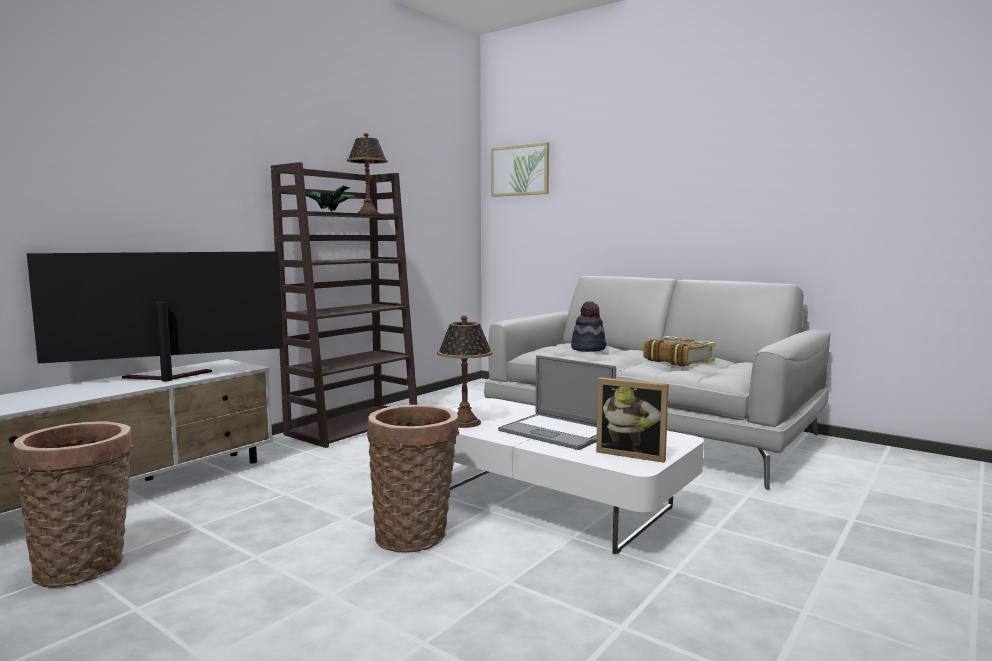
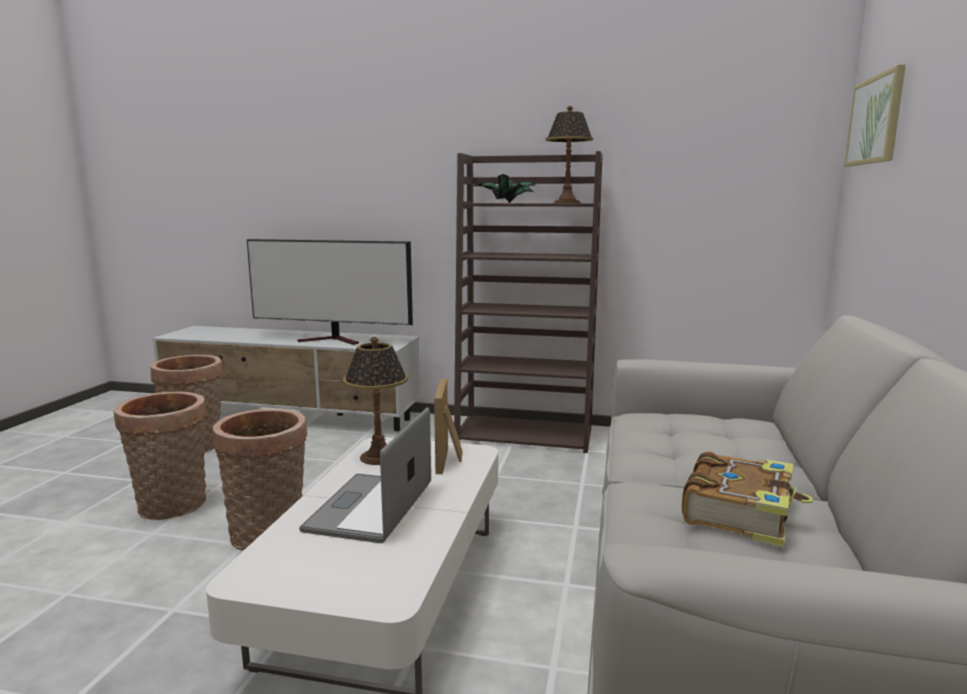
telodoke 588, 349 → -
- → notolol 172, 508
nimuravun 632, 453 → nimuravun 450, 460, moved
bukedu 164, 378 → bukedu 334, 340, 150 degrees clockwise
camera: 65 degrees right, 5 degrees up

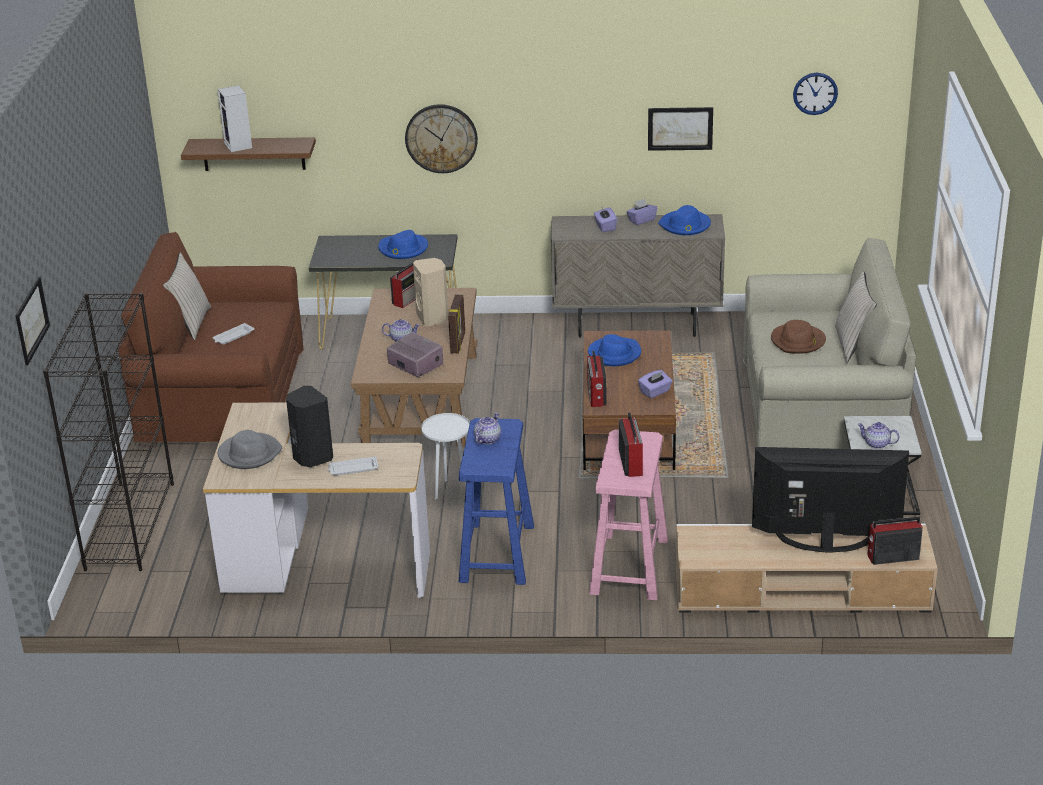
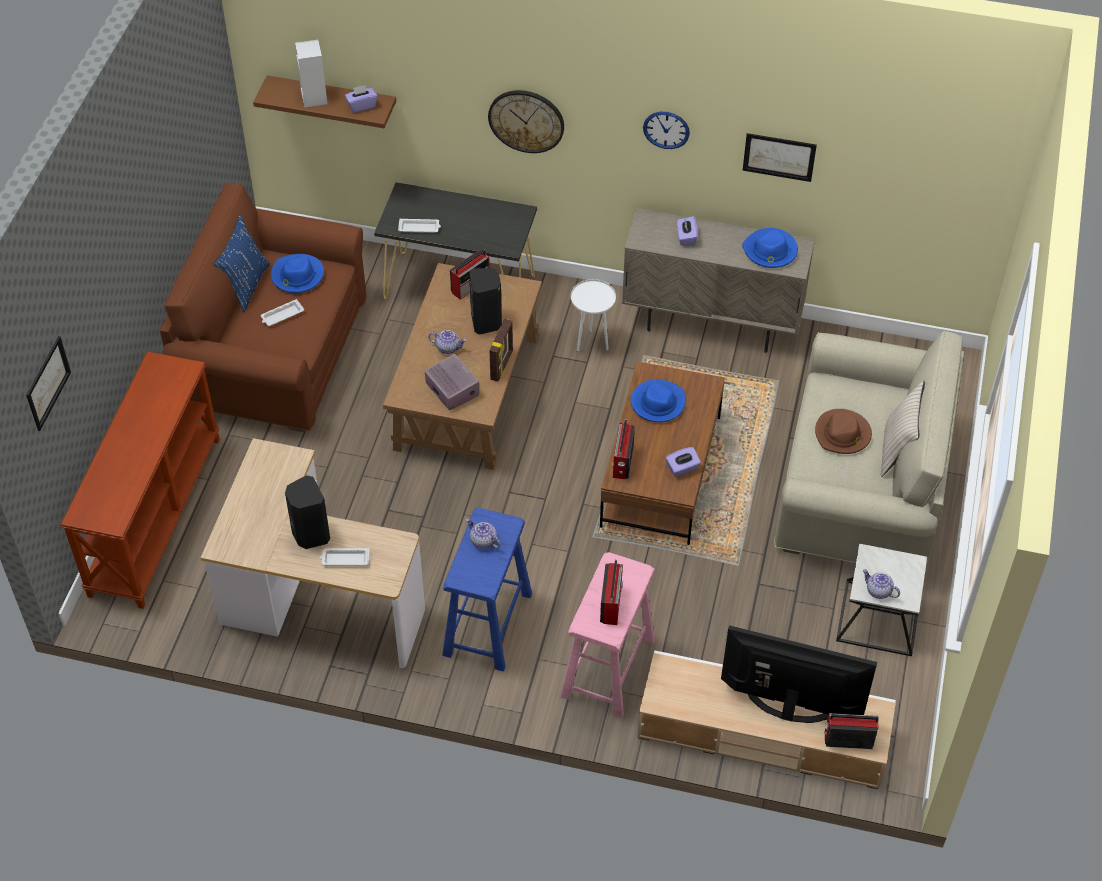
grey_telodoke 249, 453 → -
- → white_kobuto 419, 228
blue_telodoke 403, 249 → blue_telodoke 297, 276, moved
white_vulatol 450, 491 → white_vulatol 592, 344, moved
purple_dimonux 641, 220 → purple_dimonux 361, 105, moved
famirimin 815, 93 → famirimin 666, 129, moved
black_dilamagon 130, 525 → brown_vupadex 154, 515
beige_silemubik 191, 323 → blue_silemubik 246, 285
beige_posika 433, 318 → black_posika 486, 322
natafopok 487, 439 → natafopok 483, 541, 90 degrees counterclockwise
camera: 10 degrees right, 20 degrees up

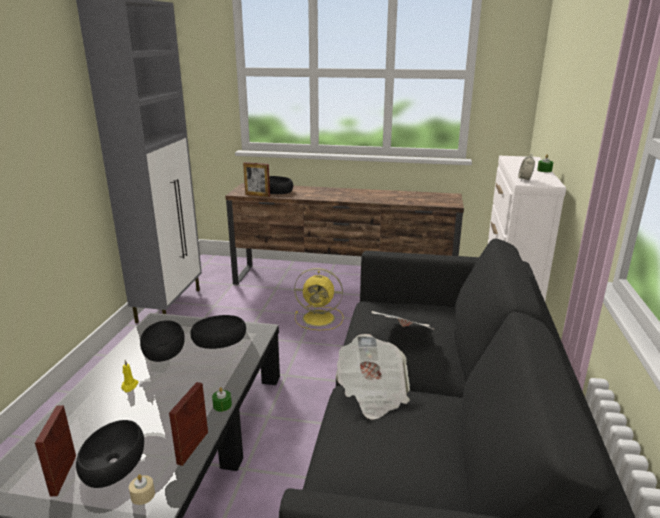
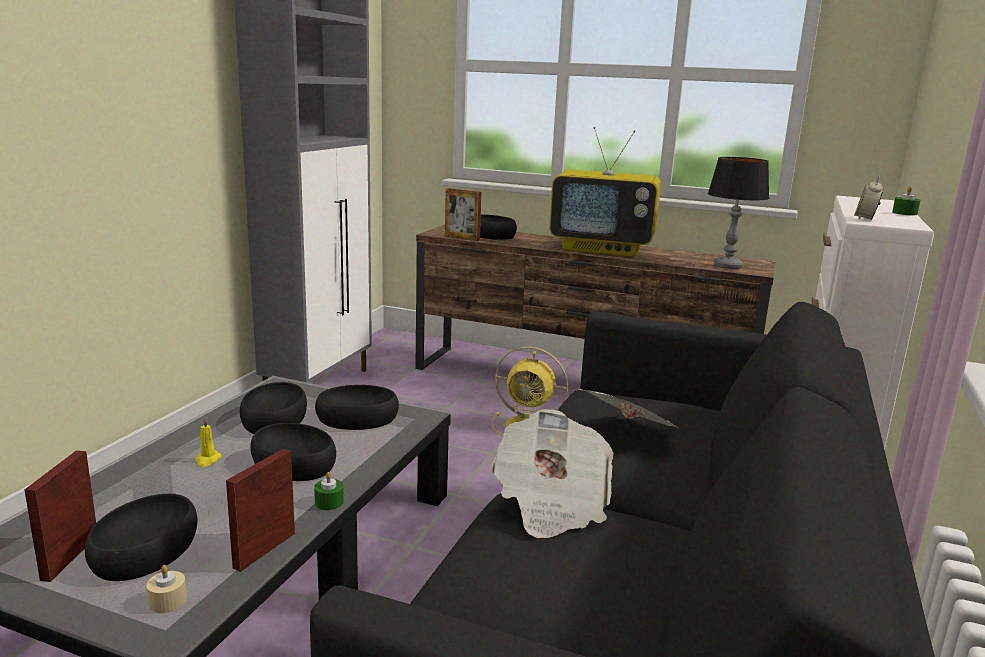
- → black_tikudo 295, 463
- → bukedu 603, 249
- → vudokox 728, 266
camera: 10 degrees right, 5 degrees down

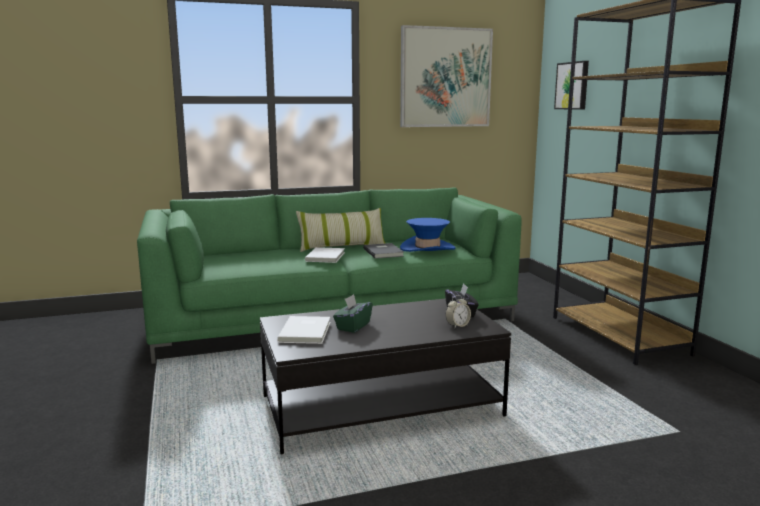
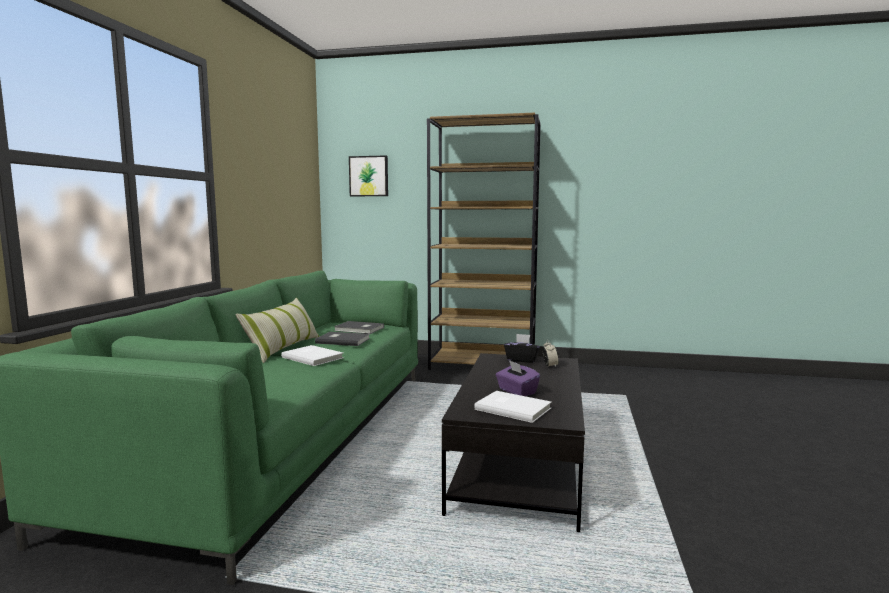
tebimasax 445, 77 → -
blue_telodoke 427, 248 → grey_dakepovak 359, 329
green_dimonux 353, 326 → purple_dimonux 516, 391
camera: 60 degrees left, 5 degrees down

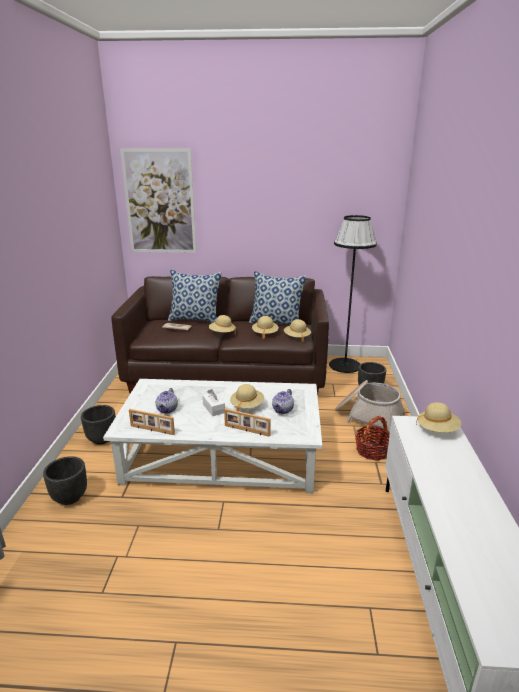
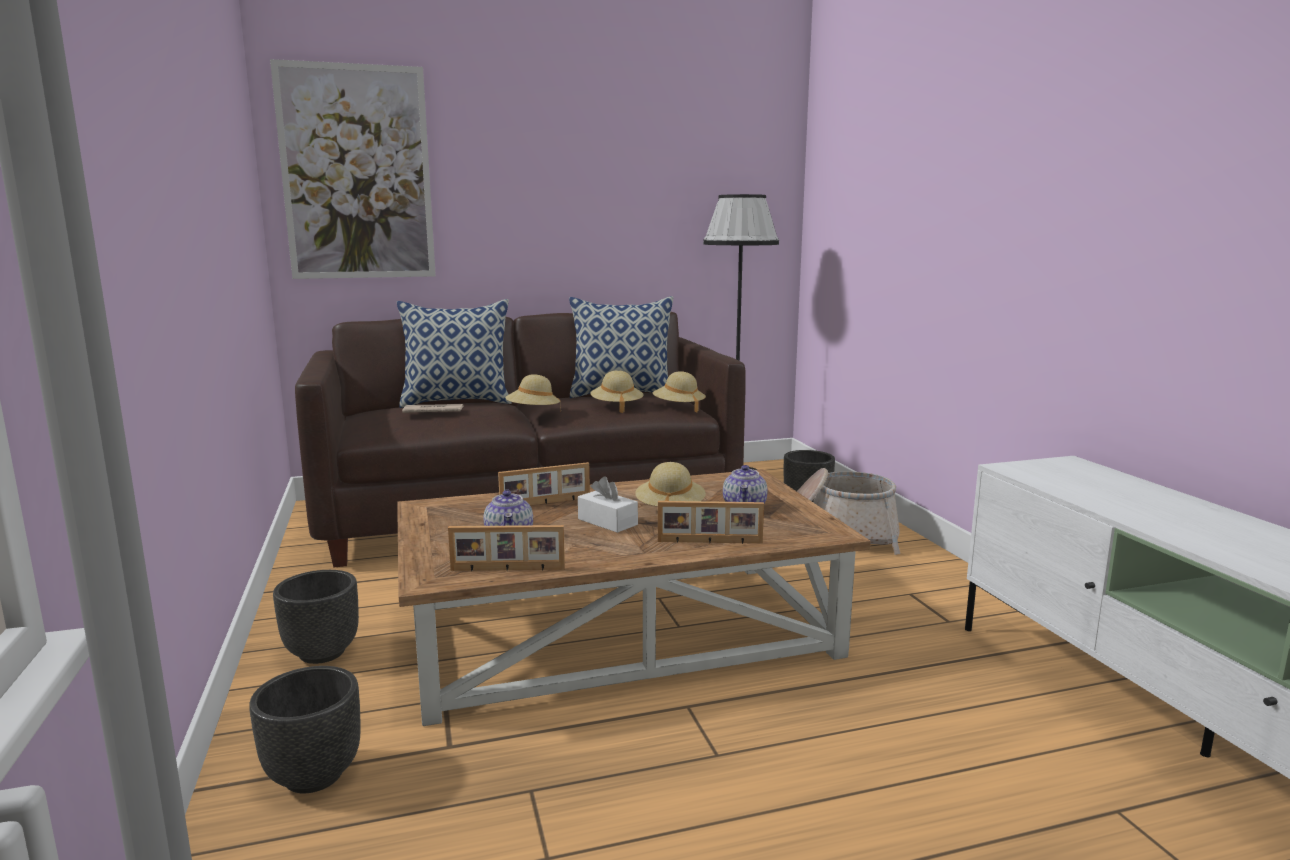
notolol 372, 451 → -
beige_telodoke 437, 429 → -
- → nimuravun 546, 503
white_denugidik 223, 454 → brown_denugidik 621, 631
camera: 20 degrees left, 10 degrees down

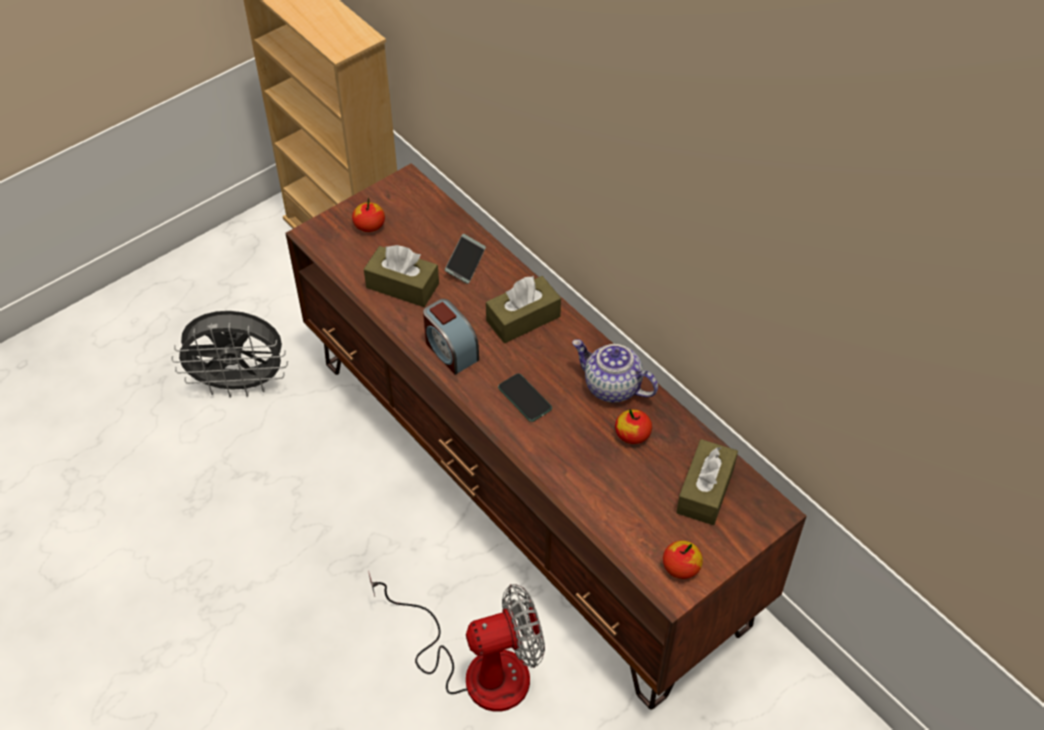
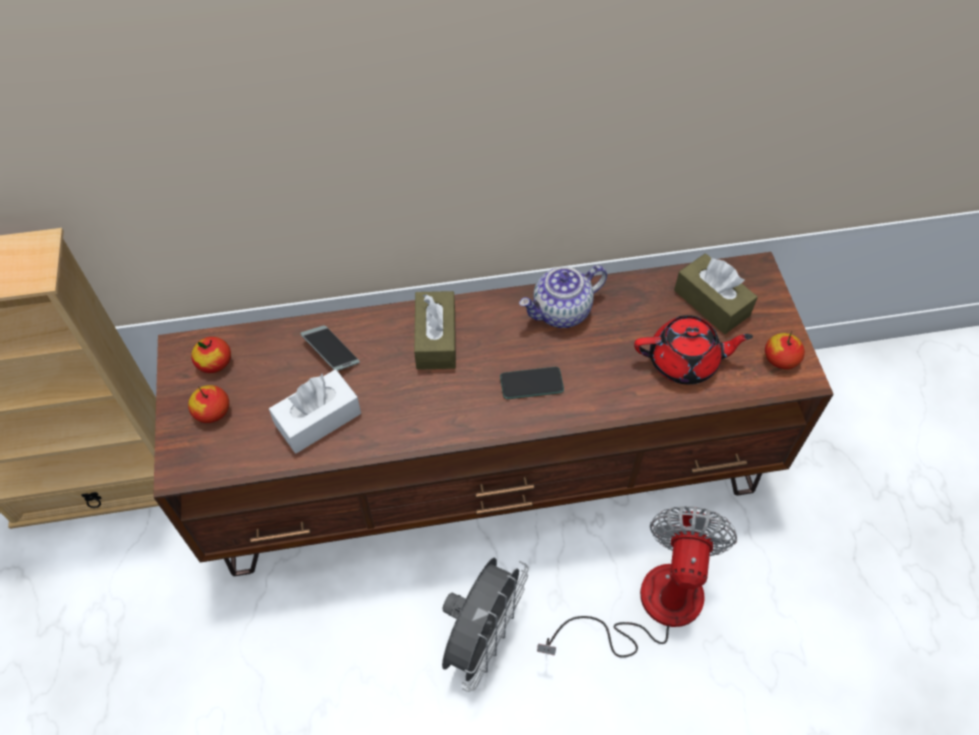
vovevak 450, 350 → -
- → red_natafopok 684, 361
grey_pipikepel 240, 384 → grey_pipikepel 481, 637, moved
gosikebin 632, 434 → gosikebin 214, 362, moved
brown_dimonux 402, 285 → white_dimonux 318, 419
camera: 60 degrees left, 5 degrees up

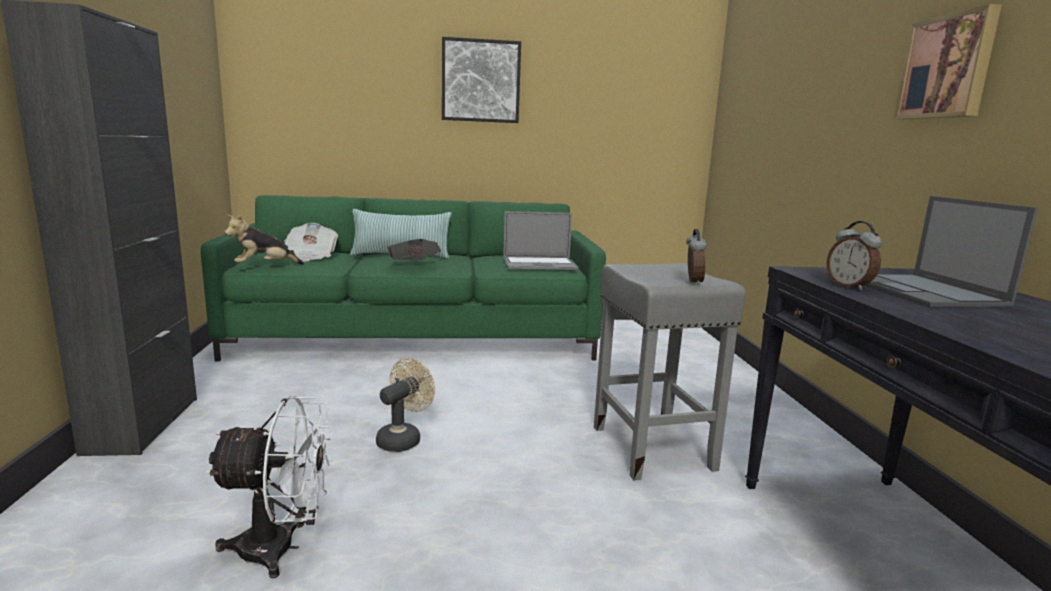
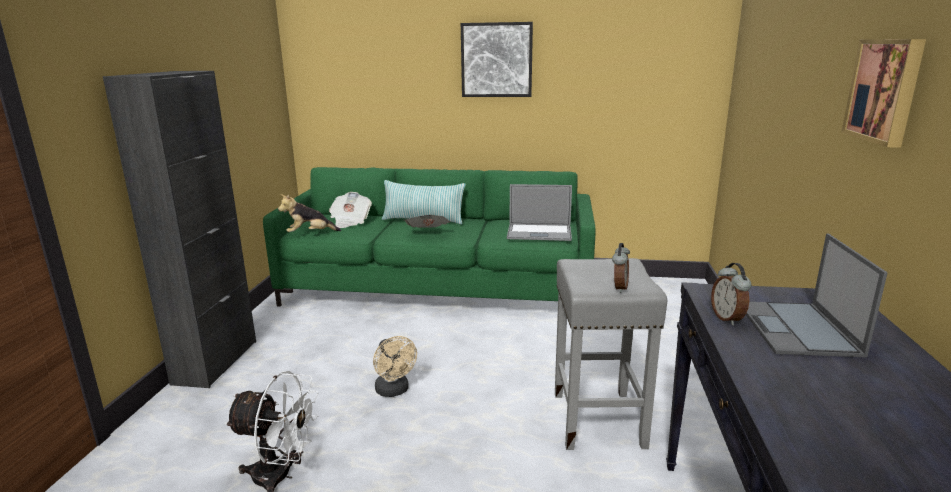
beige_pipikepel 403, 439 → beige_pipikepel 394, 391, 105 degrees clockwise
camera: 15 degrees right, 5 degrees up

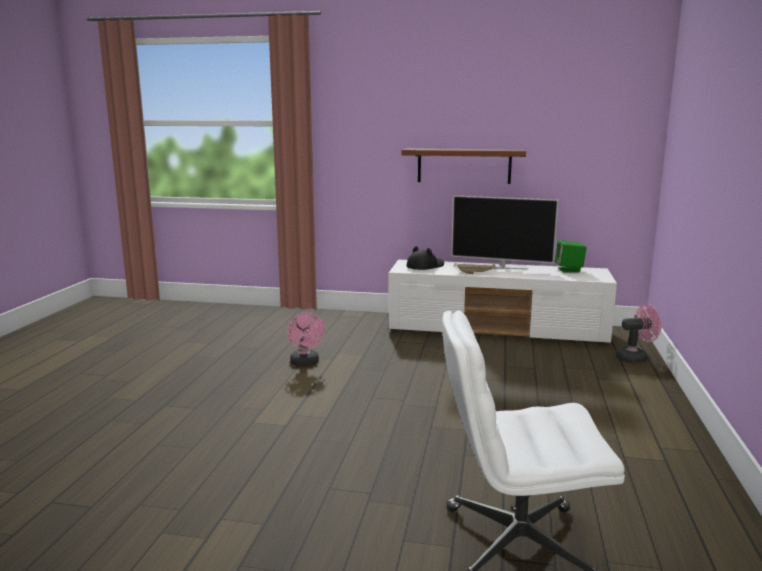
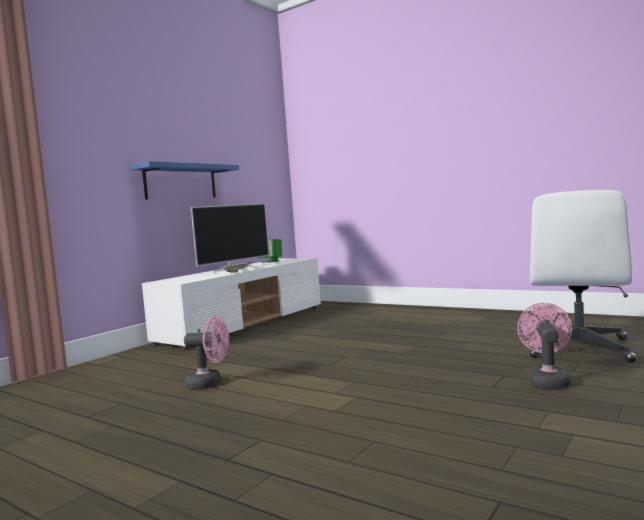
black_telodoke 425, 266 → -
pink_pipikepel 635, 358 → pink_pipikepel 547, 380, moved
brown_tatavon 464, 166 → blue_tatavon 180, 182
camera: 65 degrees left, 10 degrees down

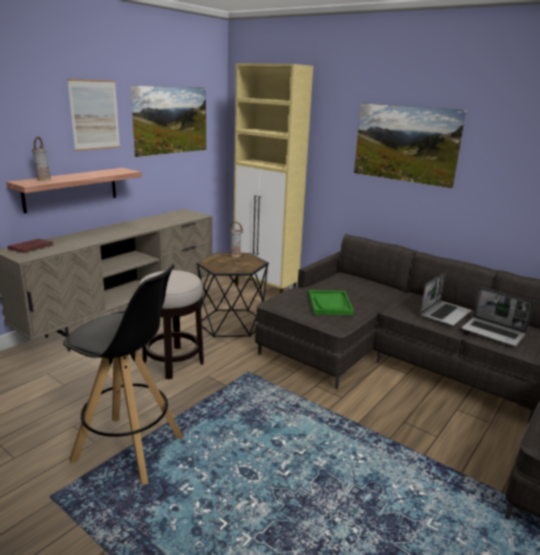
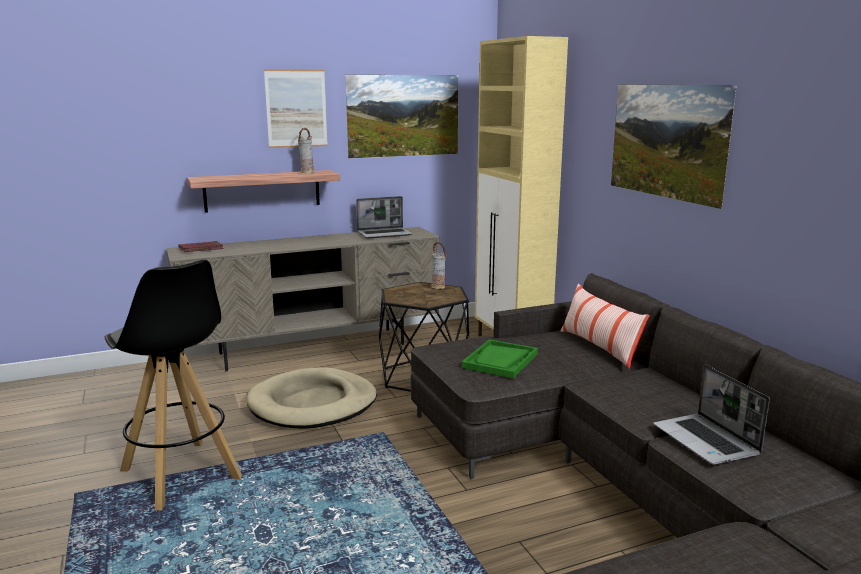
- → silemubik 599, 348
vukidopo 43, 180 → vukidopo 307, 172, moved
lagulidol 444, 314 → lagulidol 385, 234, moved
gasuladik 173, 362 → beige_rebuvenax 313, 404
camera: 30 degrees right, 5 degrees down

